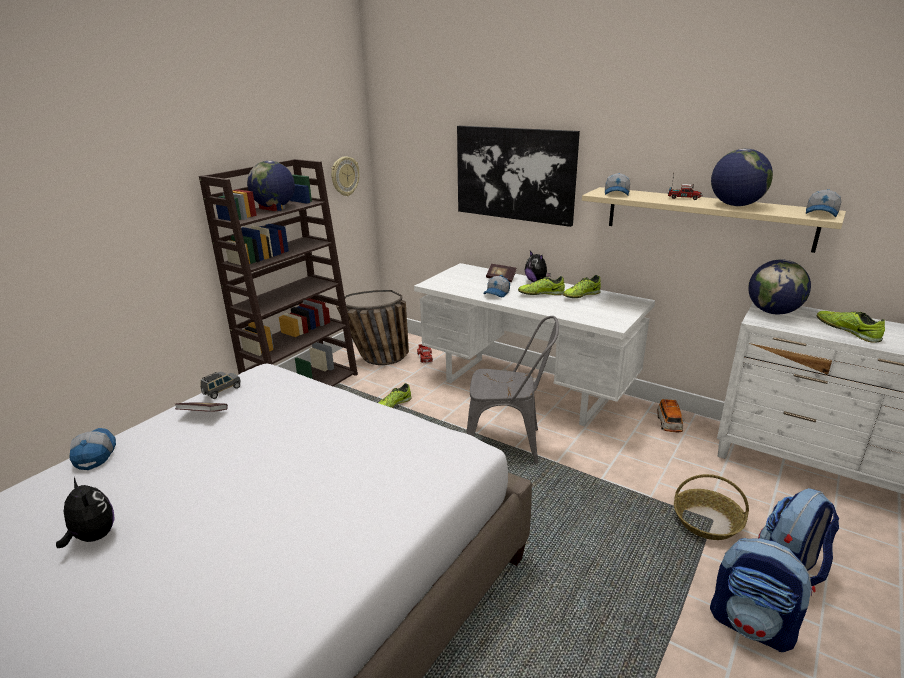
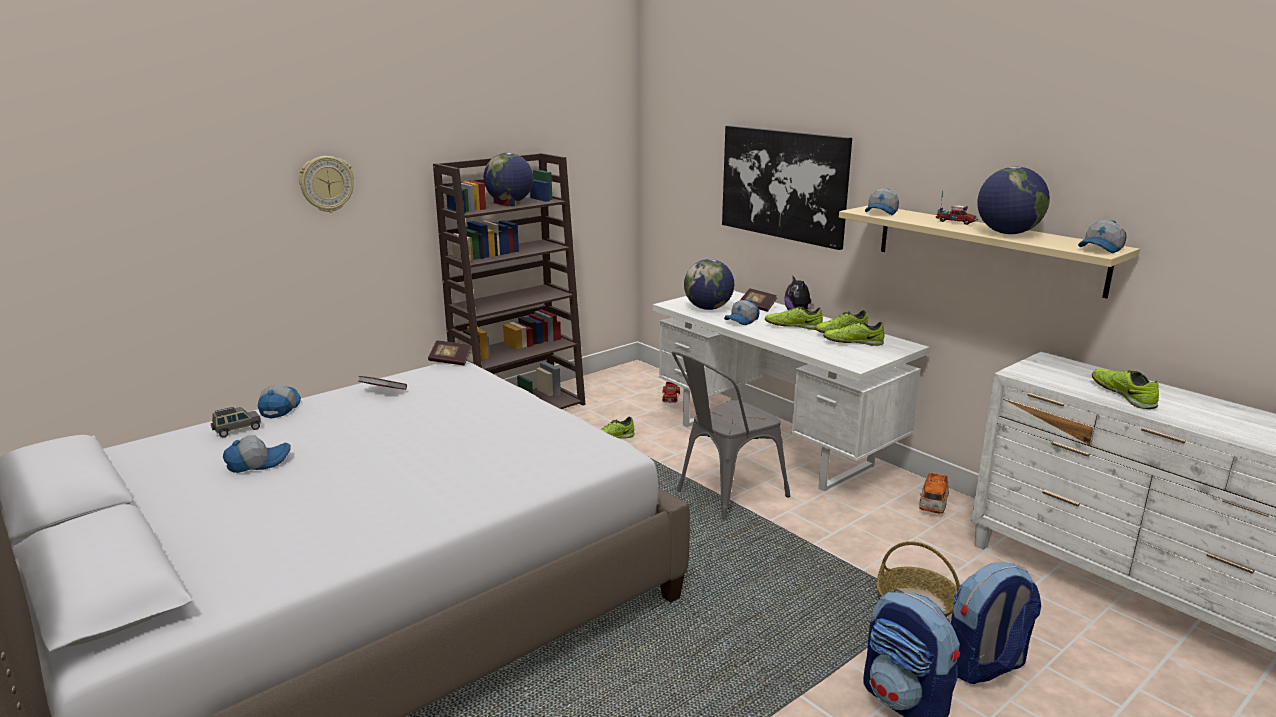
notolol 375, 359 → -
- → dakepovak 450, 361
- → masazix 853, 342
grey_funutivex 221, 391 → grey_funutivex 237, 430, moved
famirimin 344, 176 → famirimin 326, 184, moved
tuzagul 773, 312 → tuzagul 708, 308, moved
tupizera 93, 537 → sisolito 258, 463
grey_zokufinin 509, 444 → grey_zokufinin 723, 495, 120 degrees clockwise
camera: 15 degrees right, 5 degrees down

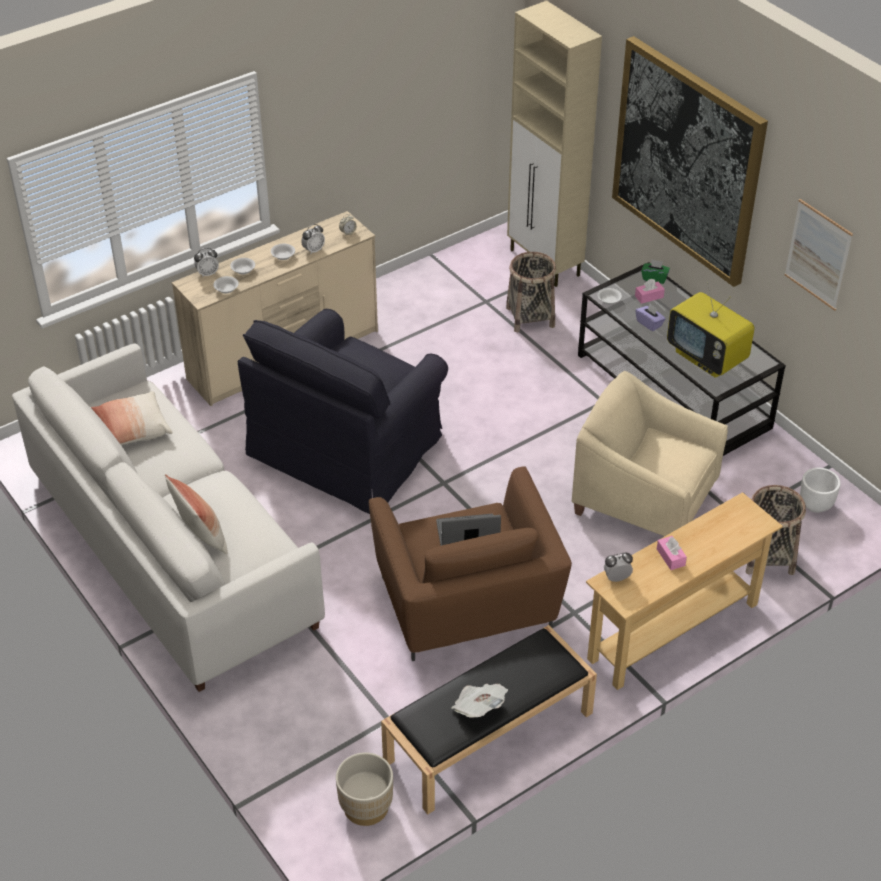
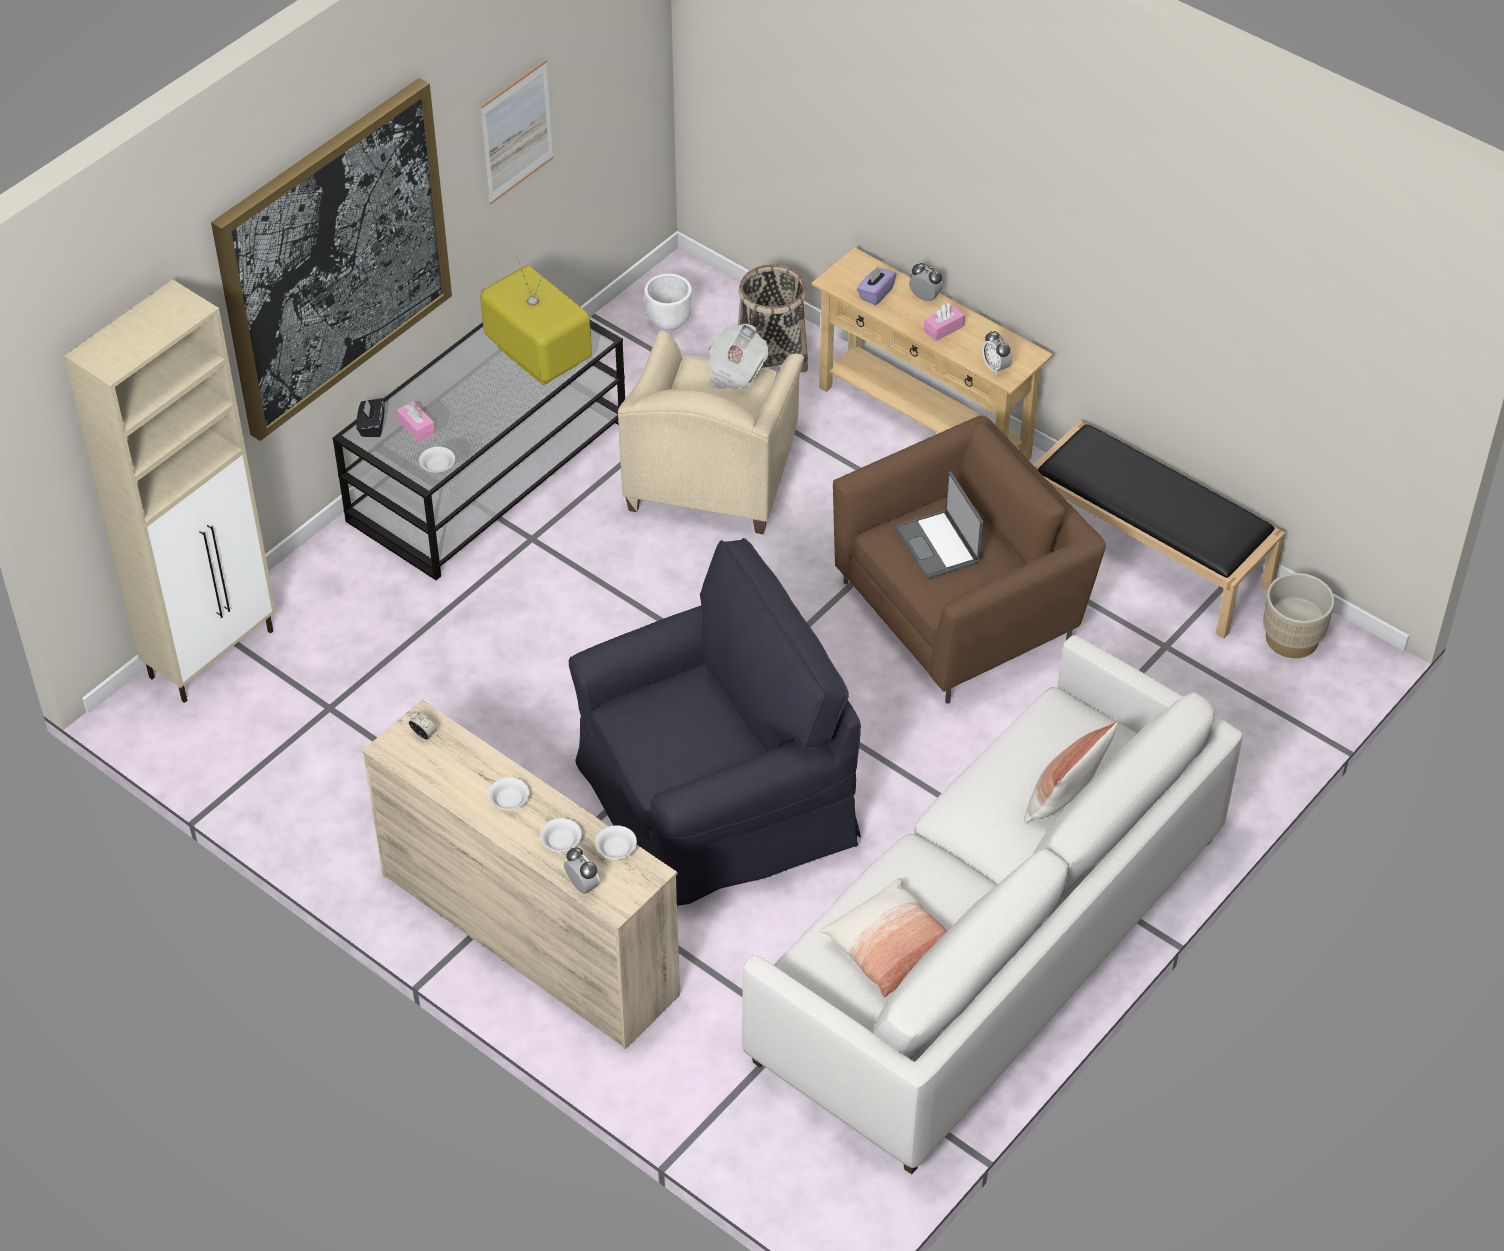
notolol 530, 317 → -
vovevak 313, 250 → vovevak 925, 297, moved
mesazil 479, 707 → mesazil 734, 371, moved
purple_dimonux 649, 323 → purple_dimonux 875, 294, moved
green_dimonux 654, 278 → black_dimonux 372, 426
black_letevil 349, 446 → black_letevil 712, 798, 45 degrees counterclockwise
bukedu 707, 358 → bukedu 536, 356, 75 degrees counterclockwise
camera: 105 degrees left, 5 degrees up

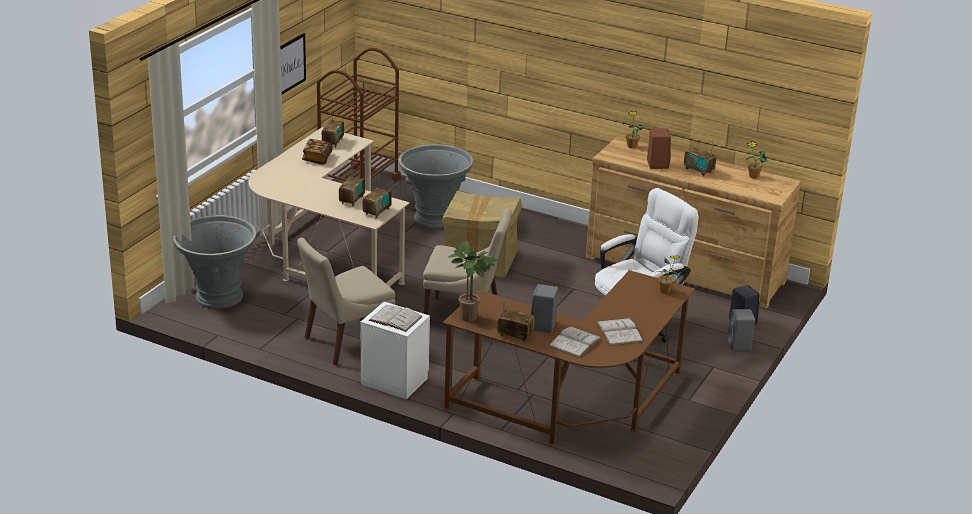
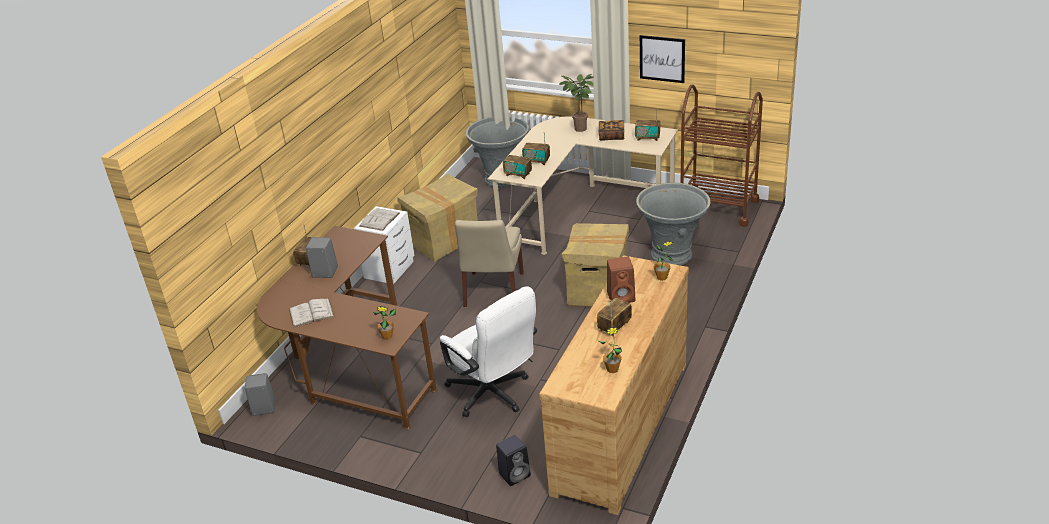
white_dakepovak 575, 342 → -
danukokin 471, 318 → danukokin 580, 130, moved
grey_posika 739, 346 → grey_posika 263, 408, moved
beige_zokufinin 346, 343 → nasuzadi 443, 240
camera: 90 degrees right, 5 degrees up

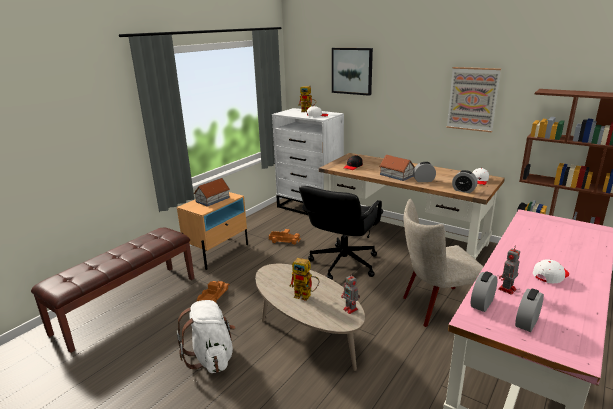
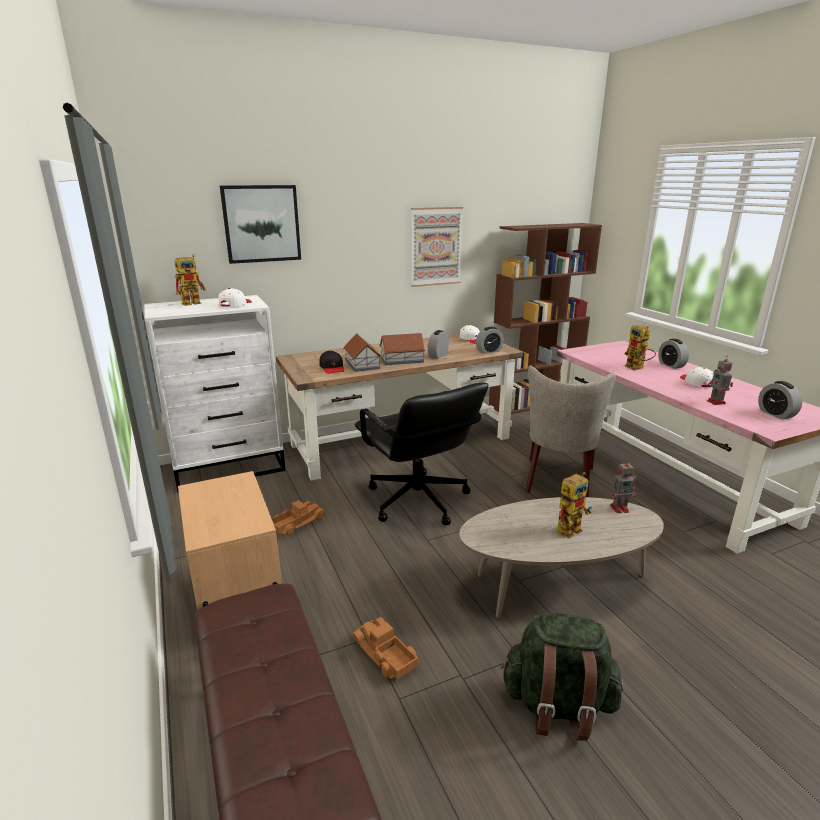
- → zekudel 637, 368
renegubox 212, 199 → renegubox 362, 364, moved
vovevak 482, 304 → vovevak 671, 365, moved
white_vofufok 212, 357 → green_vofufok 557, 705
camera: 60 degrees left, 0 degrees up

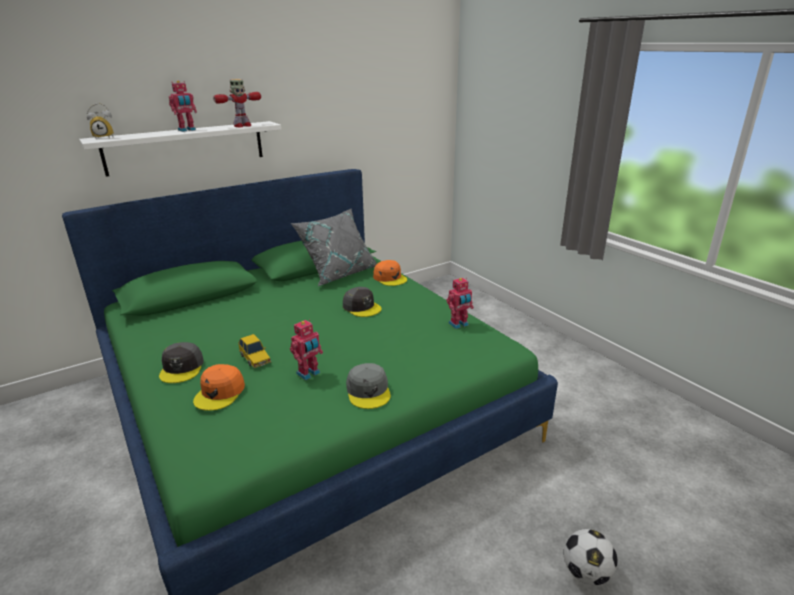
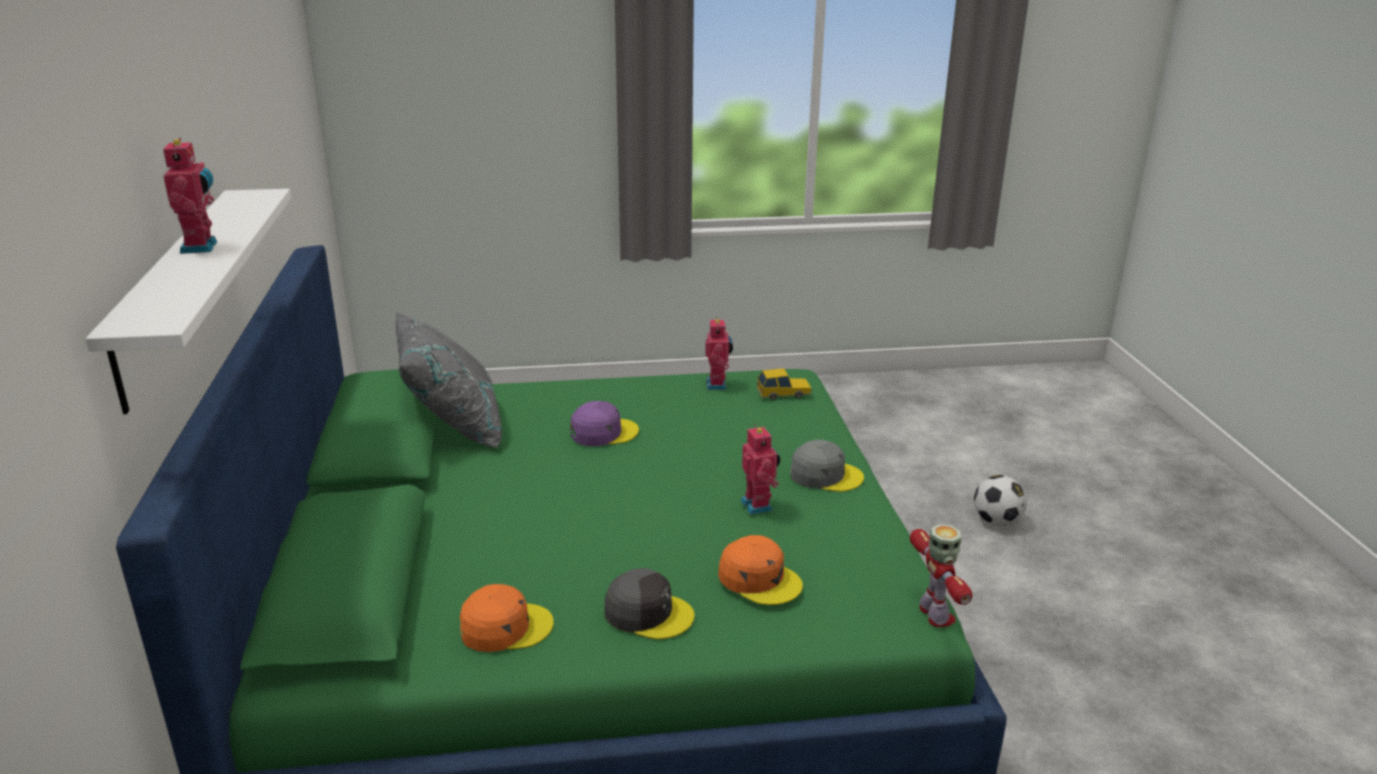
vovevak 105, 137 → -
zekudel 242, 126 → zekudel 936, 615, moved
funutivex 255, 358 → funutivex 783, 393, moved
orange_sisolito 390, 278 → orange_sisolito 505, 627, moved
grey_sisolito 362, 307 → purple_sisolito 603, 432
camera: 65 degrees left, 0 degrees up

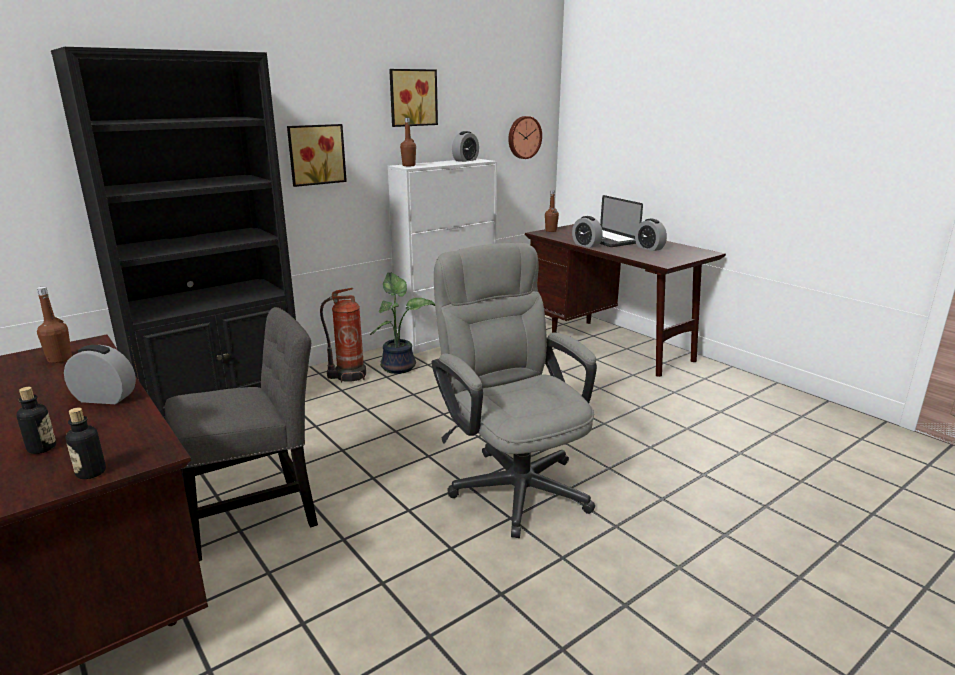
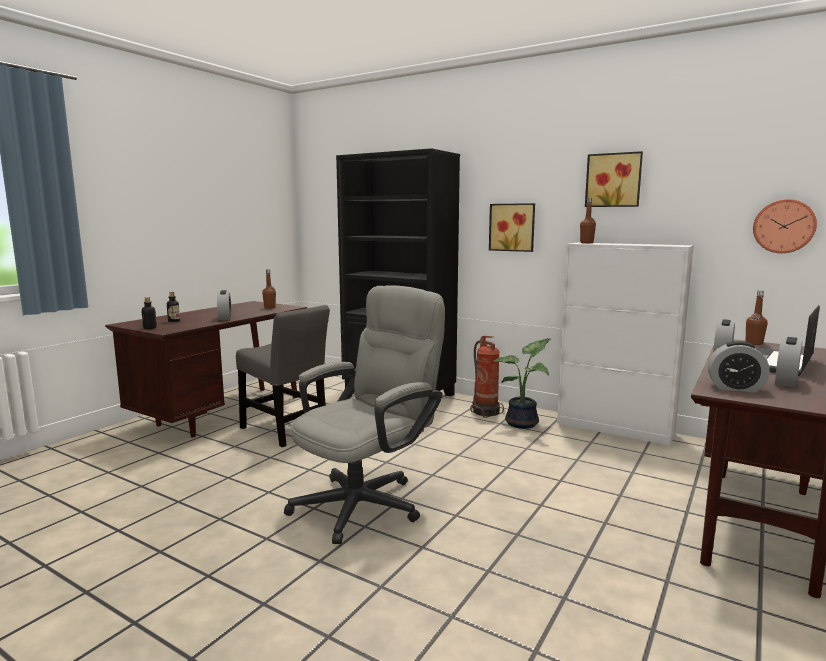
vovevak 465, 160 → vovevak 735, 388, moved
camera: 70 degrees right, 10 degrees down

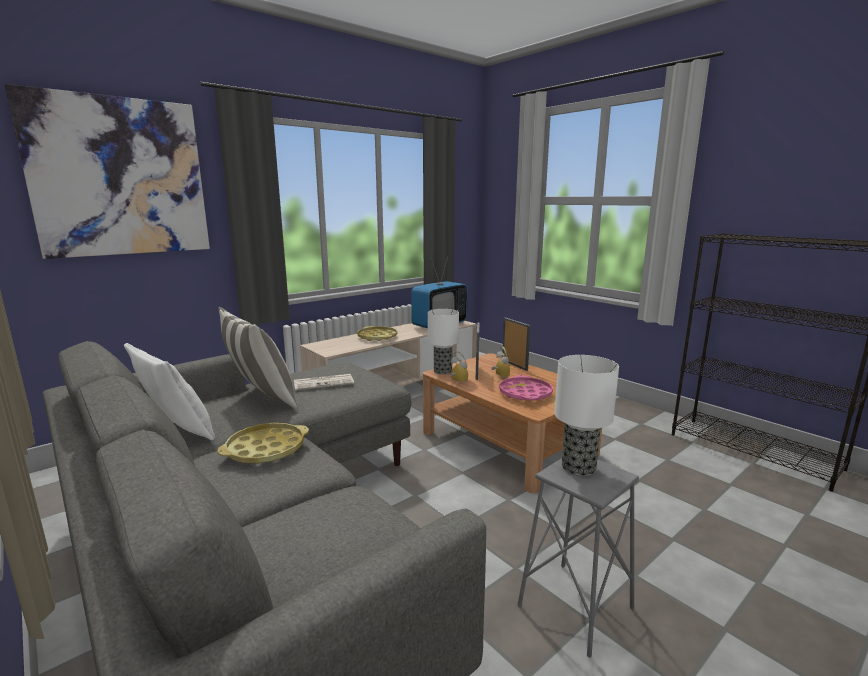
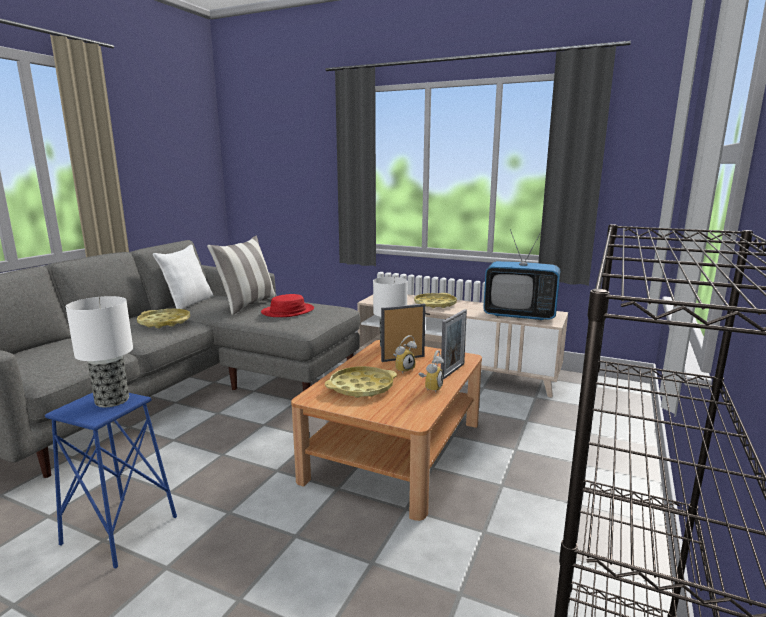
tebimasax 120, 177 → -
vovevak 456, 382 → vovevak 431, 388, moved
mesazil 324, 383 → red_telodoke 288, 311
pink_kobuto 525, 393 → yellow_kobuto 361, 387
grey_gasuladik 575, 607 → blue_gasuladik 119, 531
camera: 65 degrees right, 0 degrees up

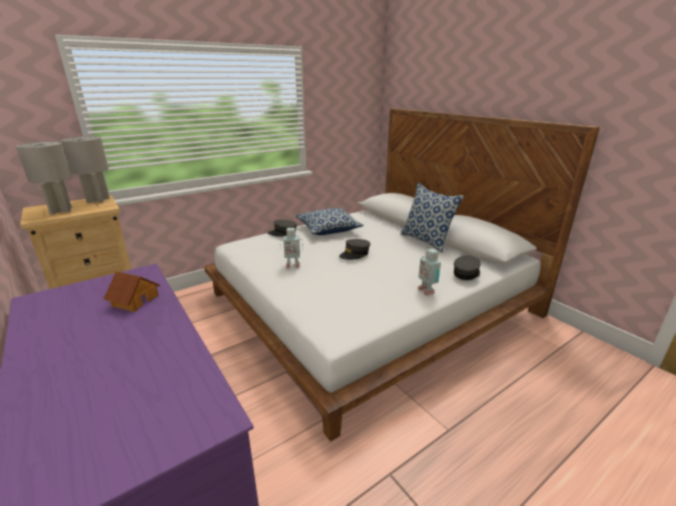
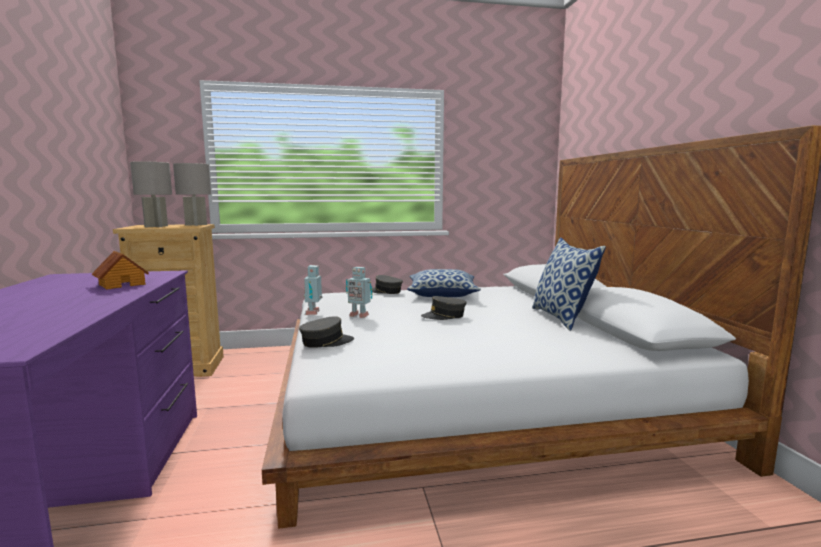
zekudel 426, 290 → zekudel 314, 313, moved
grey_sisolito 466, 273 → grey_sisolito 326, 342, moved
camera: 25 degrees right, 15 degrees down

